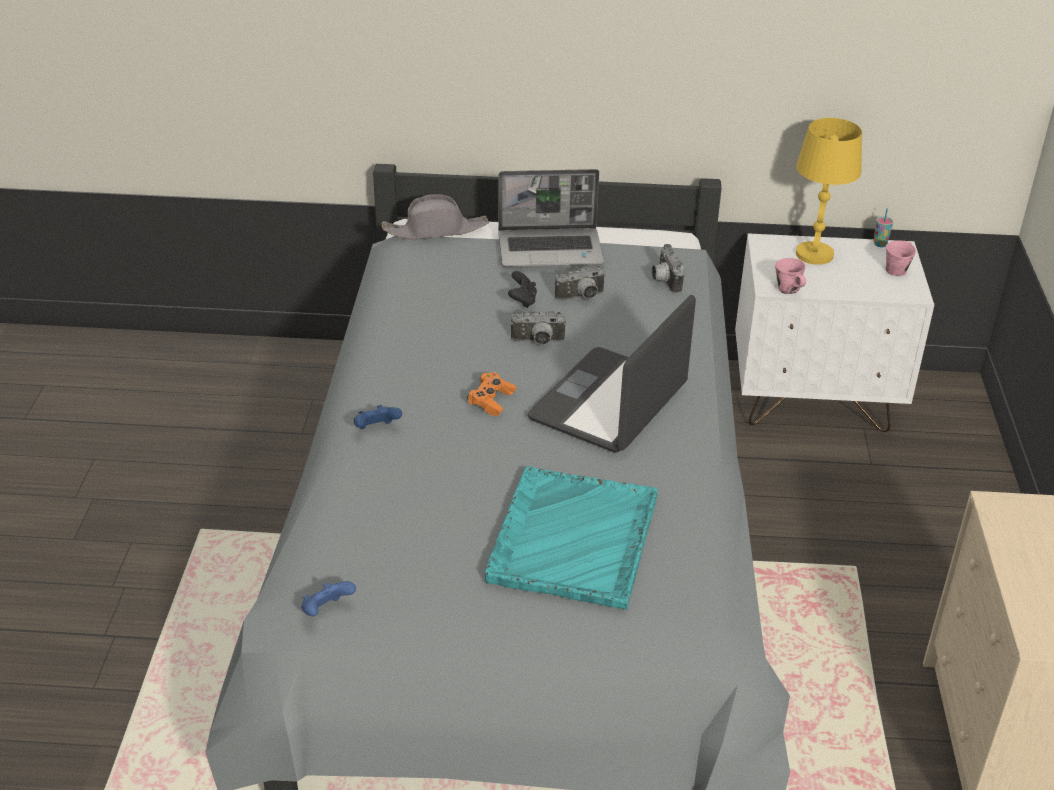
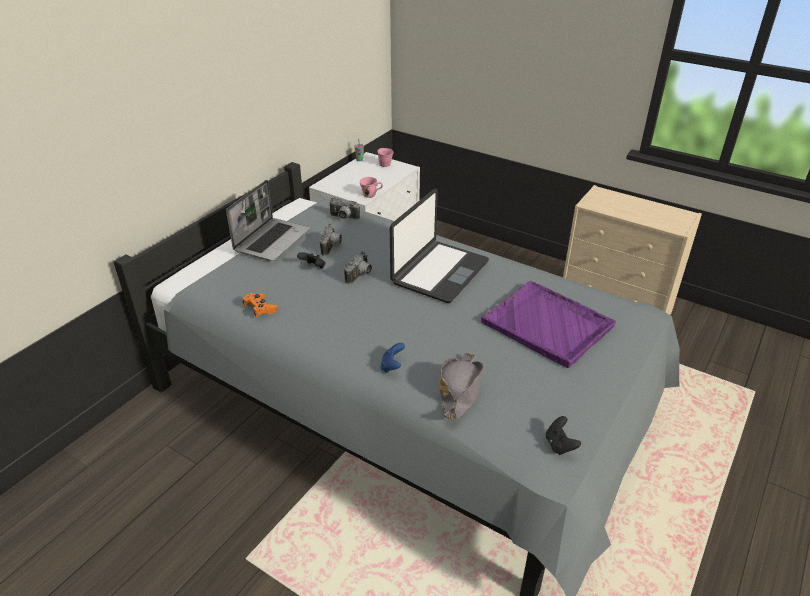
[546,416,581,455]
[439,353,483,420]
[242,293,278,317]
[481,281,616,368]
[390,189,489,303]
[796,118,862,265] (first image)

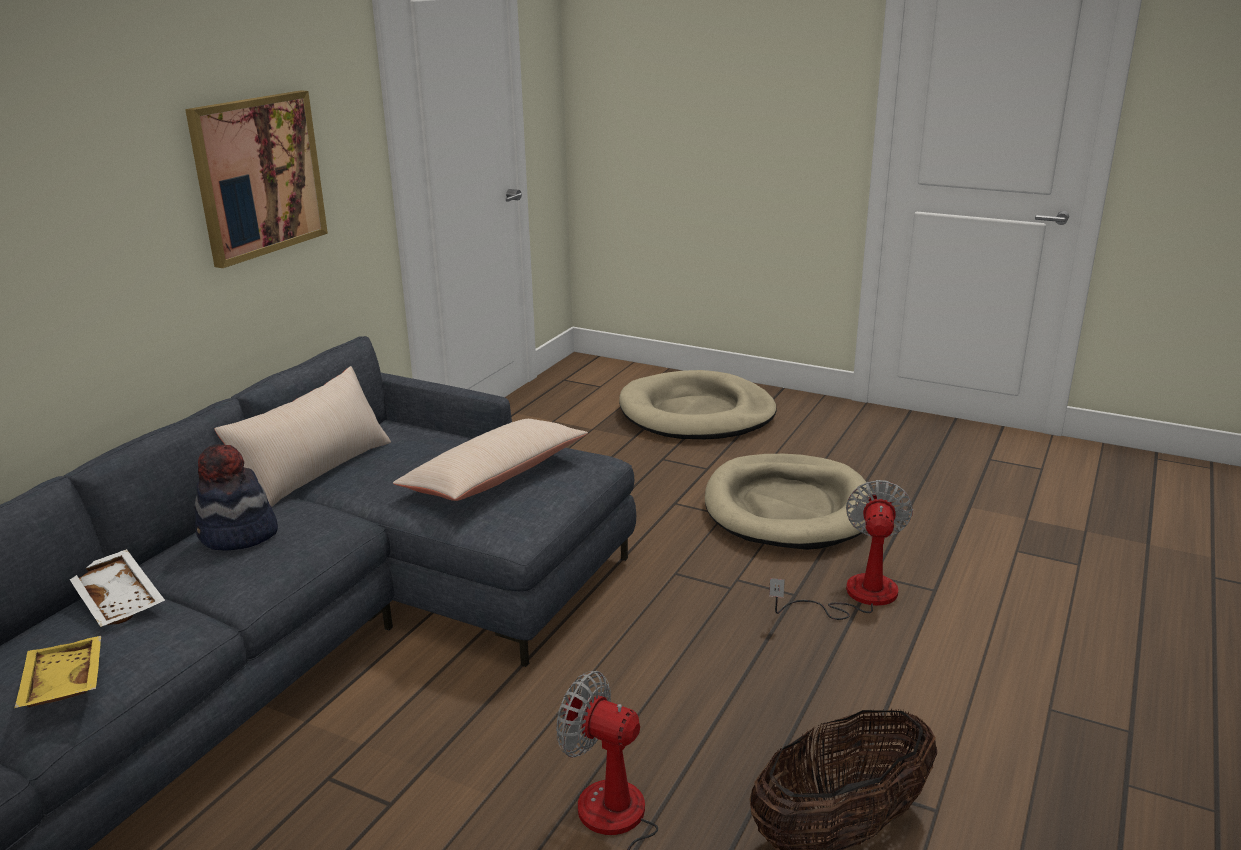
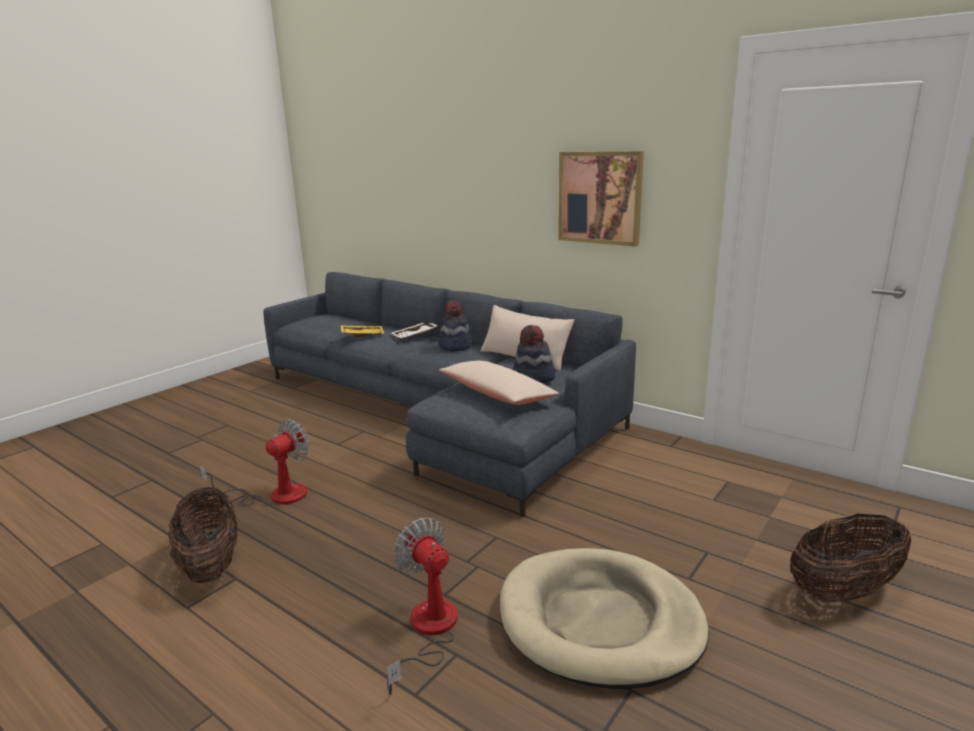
[790,514,911,602]
[387,517,458,695]
[513,325,555,383]

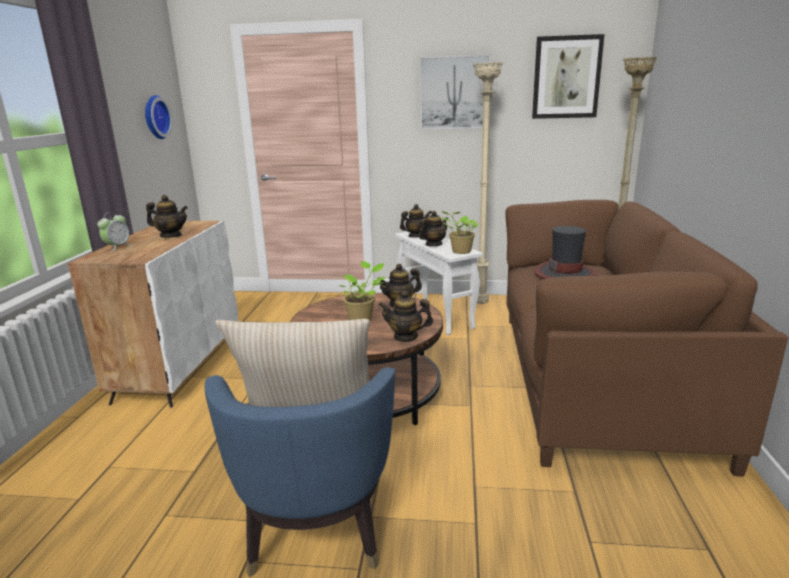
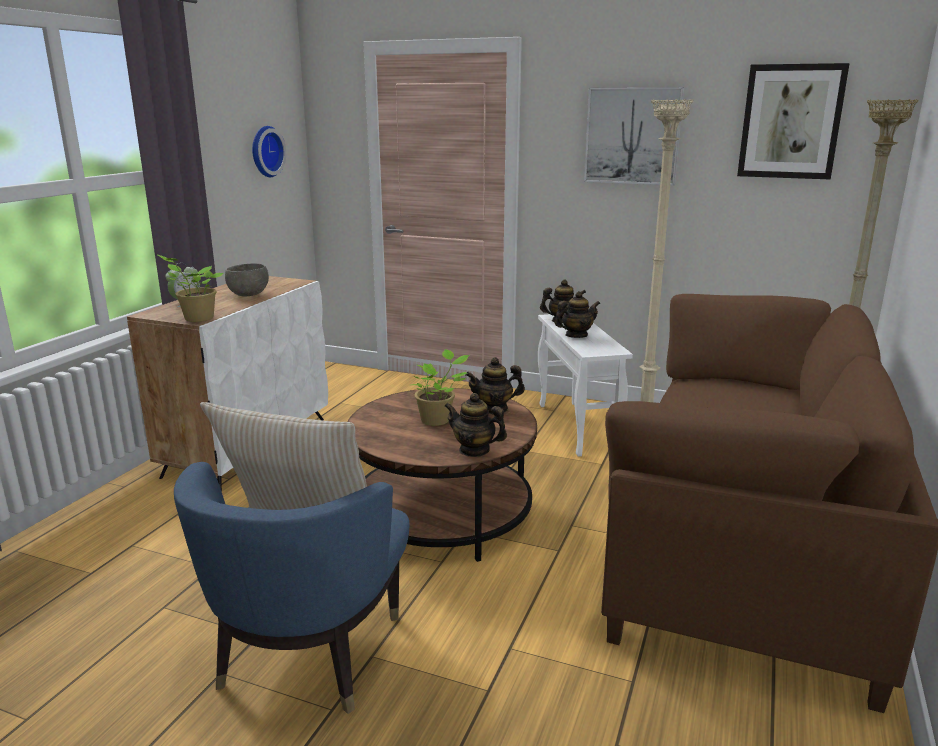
[225,263,269,297]
[158,255,223,322]
[535,226,597,279] (first image)

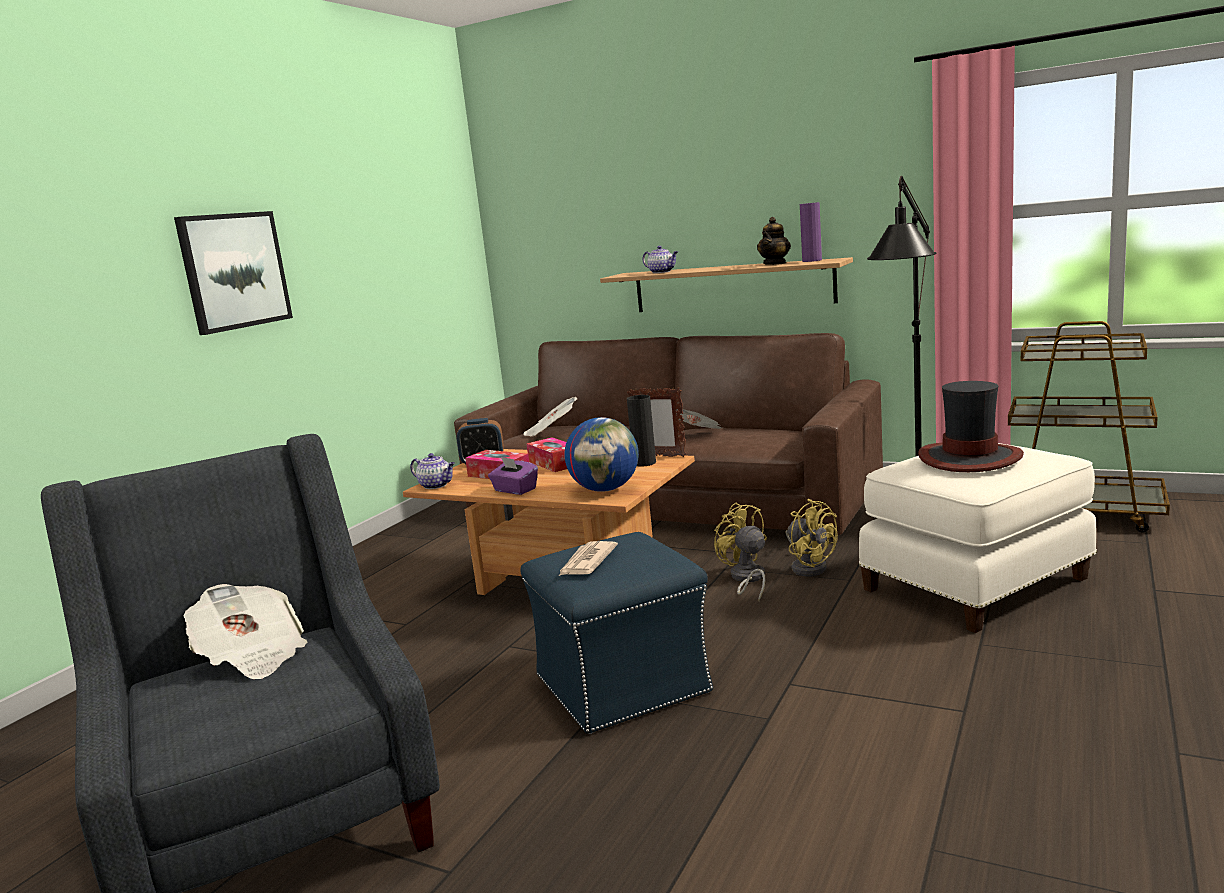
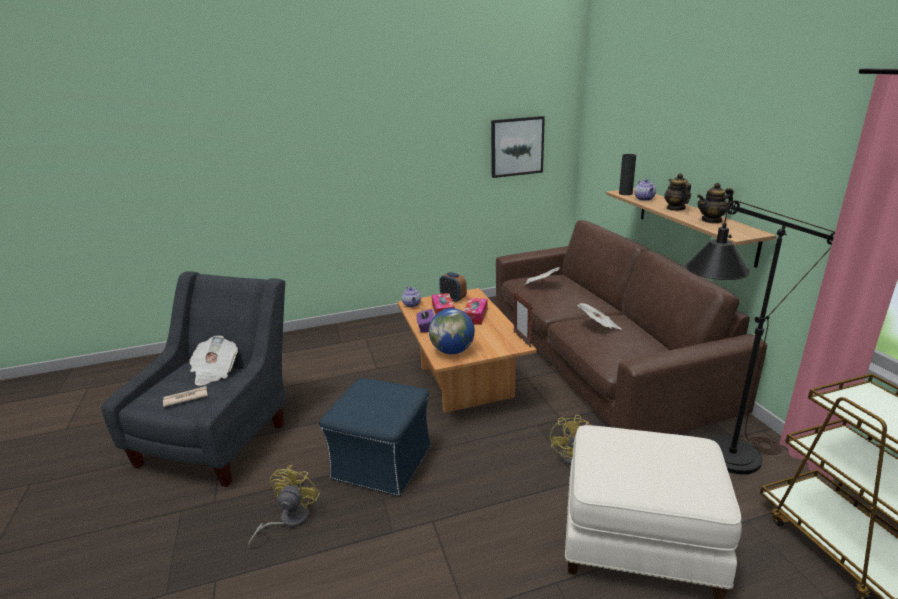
[491,116,545,178]
[163,386,207,407]
[619,154,636,195]
[248,465,320,548]
[800,202,822,262] (first image)
[918,381,1024,472] (first image)
[664,173,691,211]

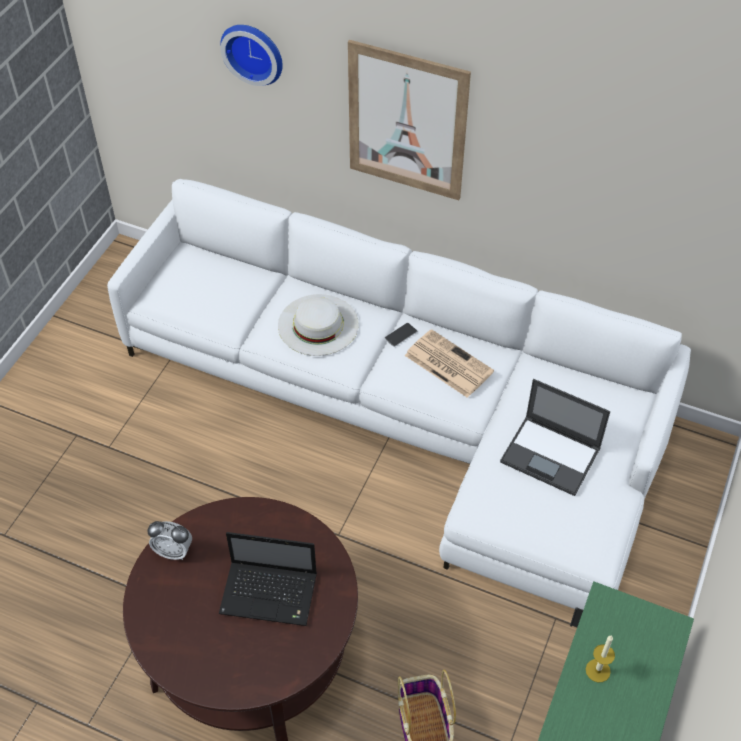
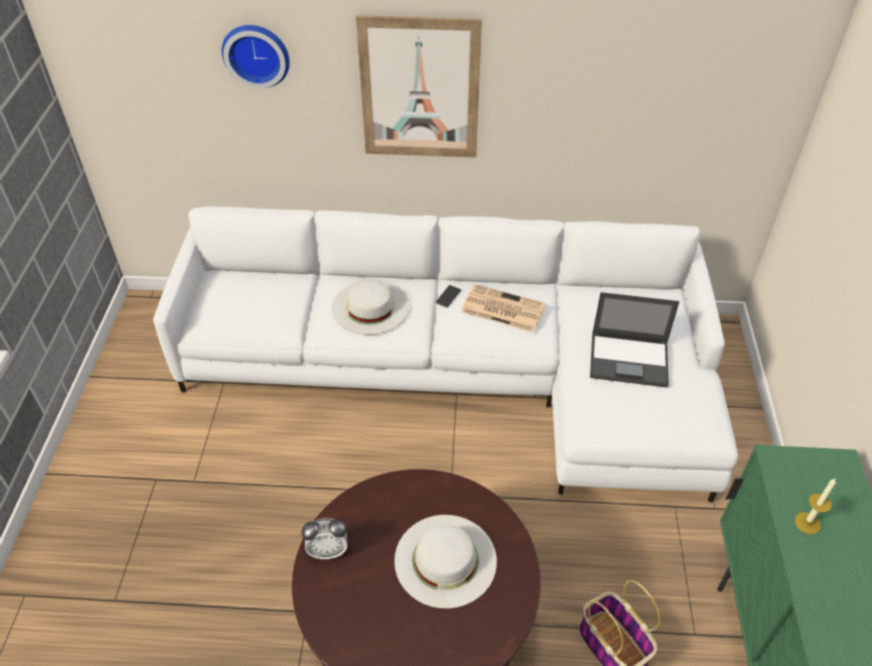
[394,515,497,609]

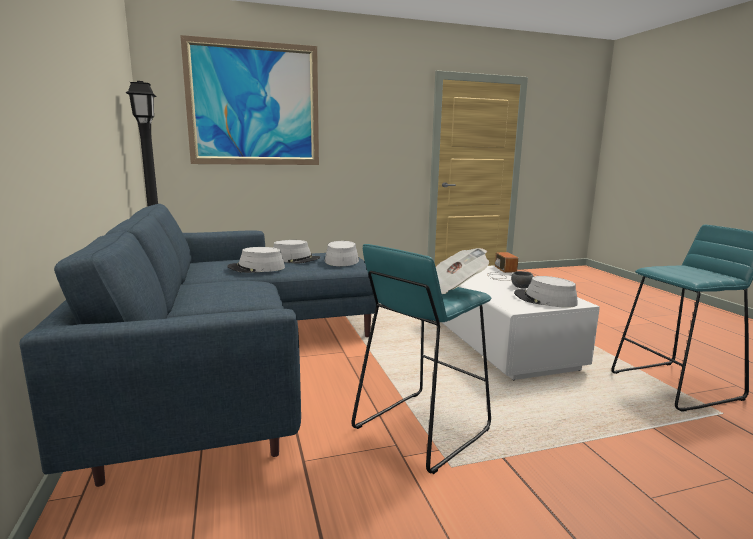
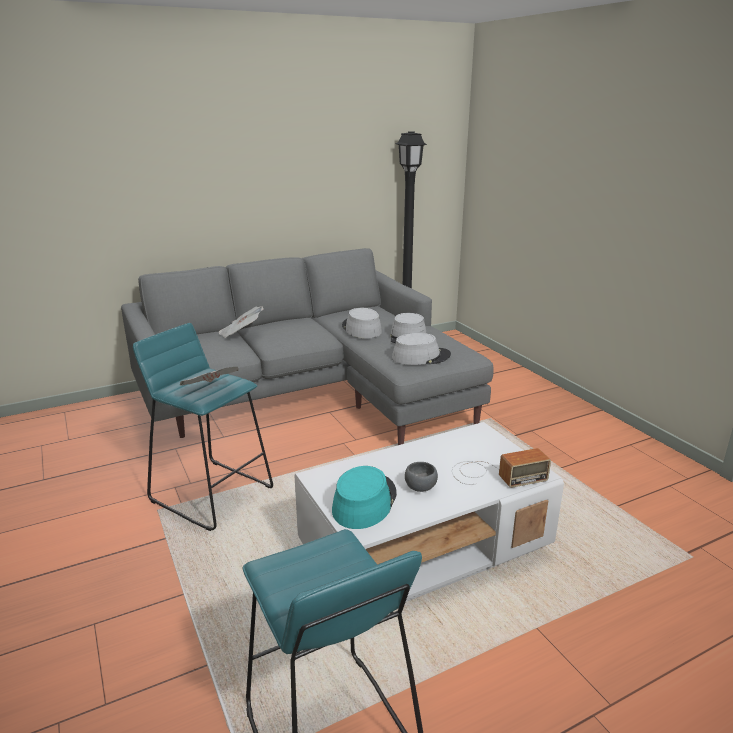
[121,248,494,445]
[180,35,319,165] (first image)
[332,466,397,529]
[218,306,264,338]

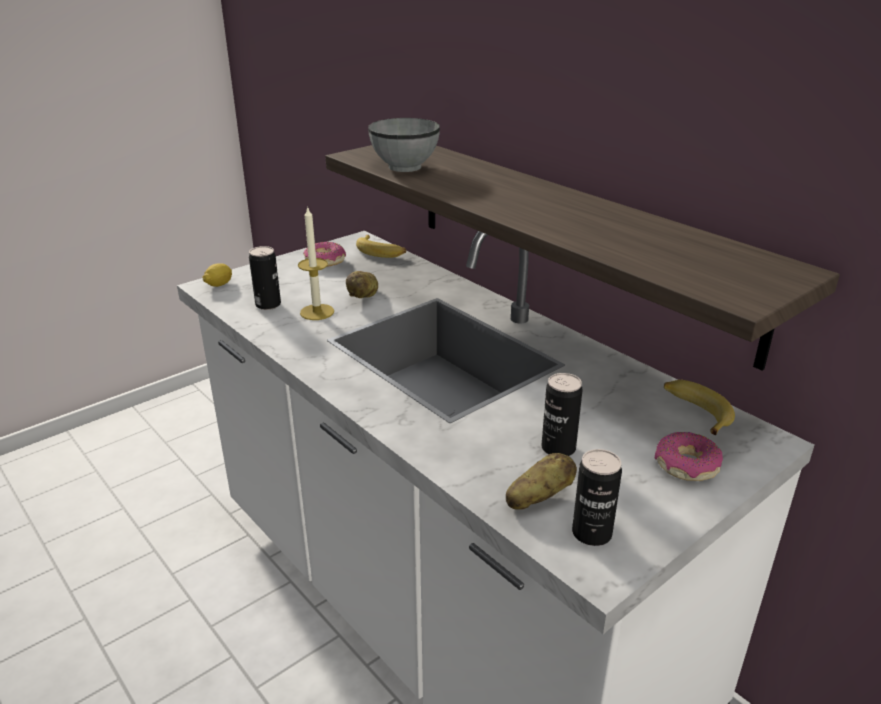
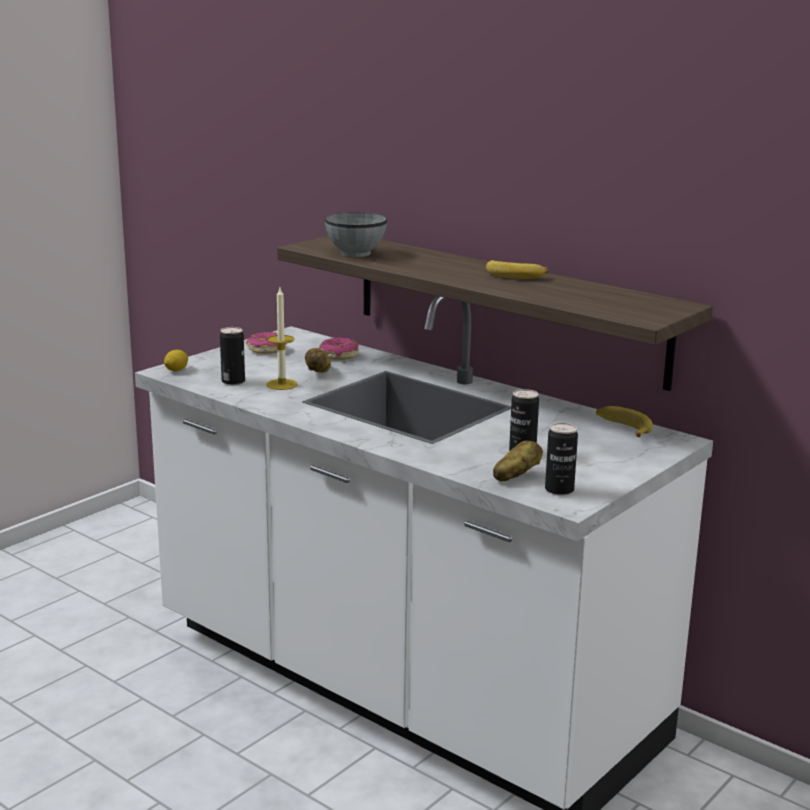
[486,260,549,279]
[319,337,359,360]

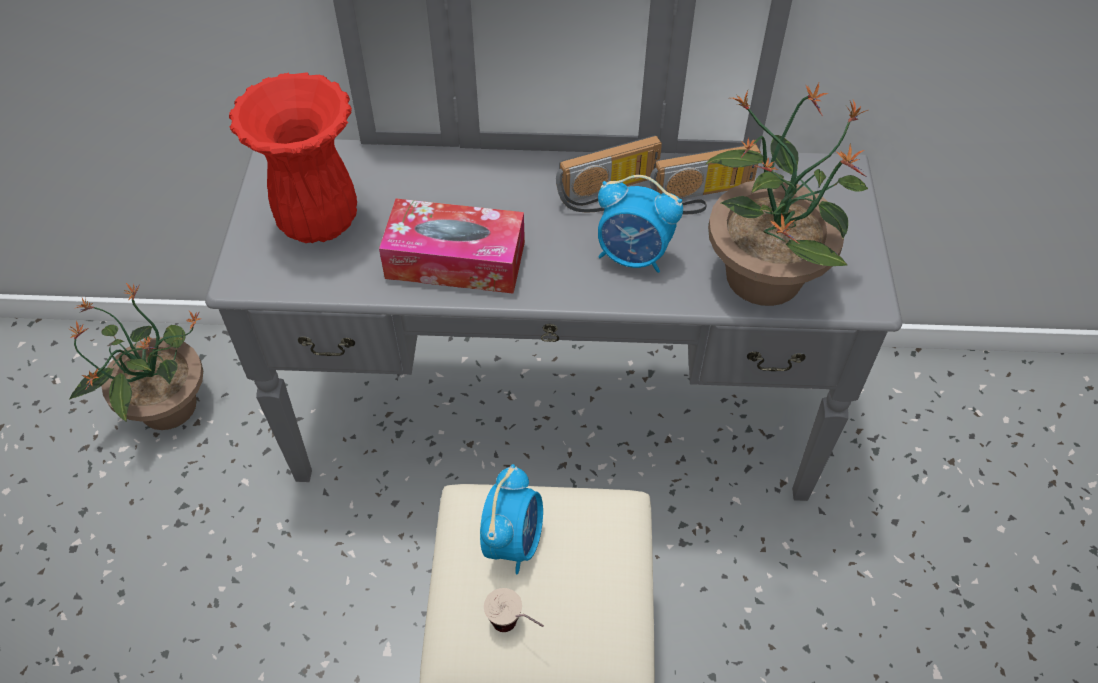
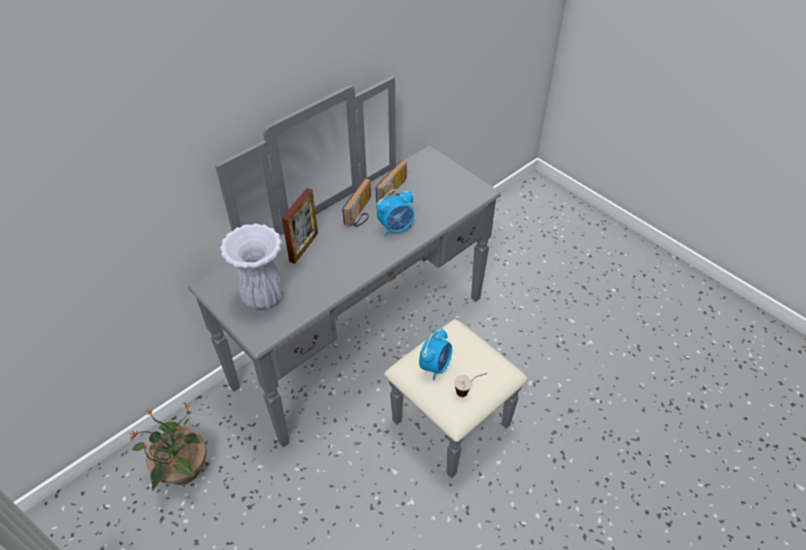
[220,223,283,309]
[379,199,525,294] (first image)
[419,327,452,380]
[705,83,868,306] (first image)
[282,188,318,264]

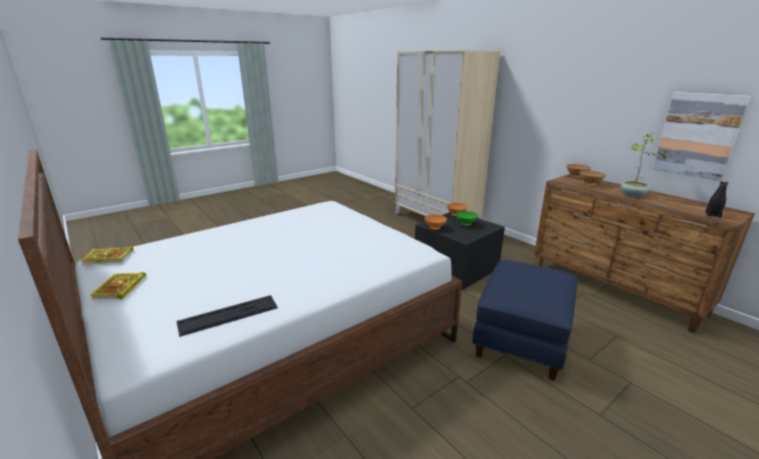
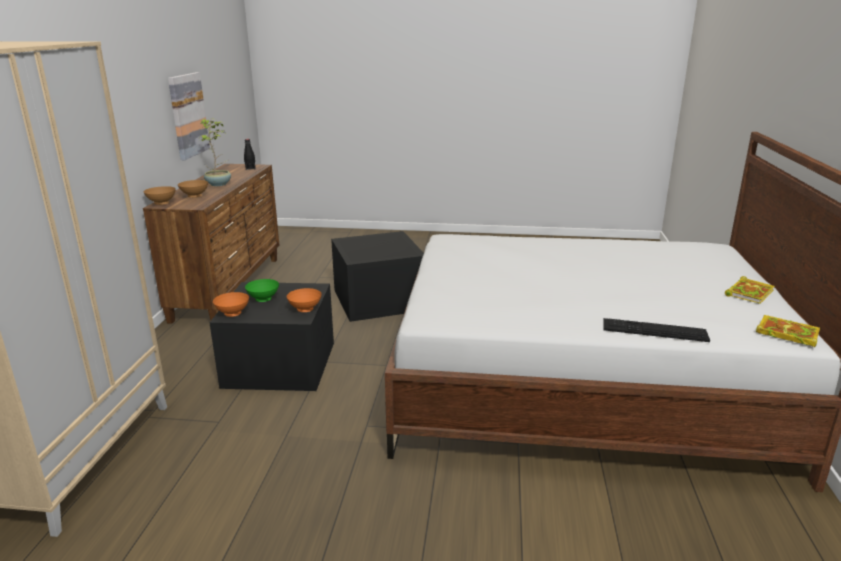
[604,318,710,342]
[331,231,424,322]

